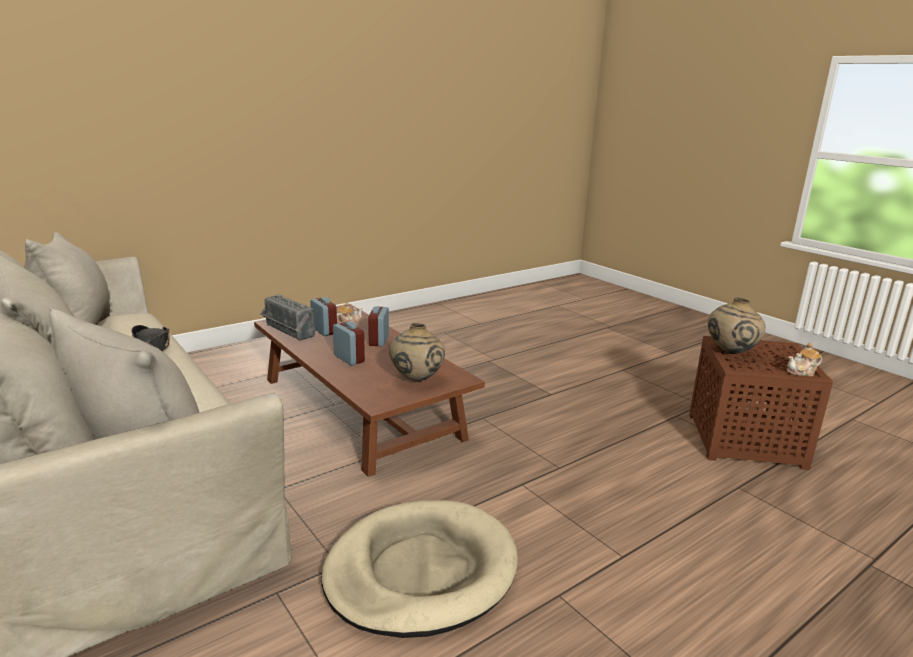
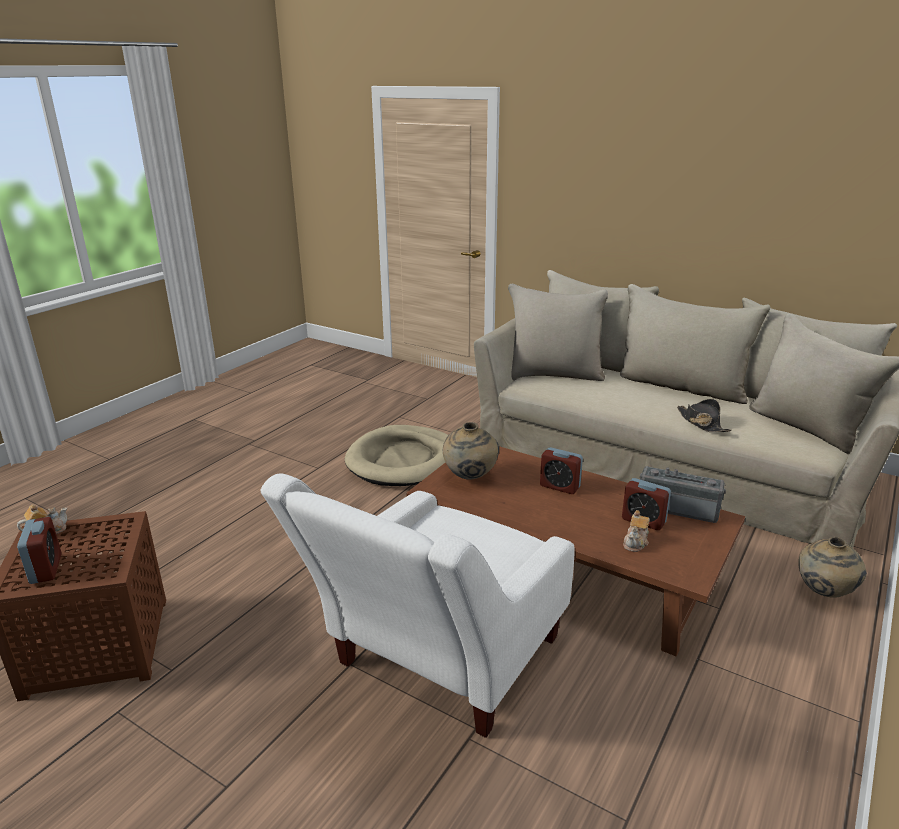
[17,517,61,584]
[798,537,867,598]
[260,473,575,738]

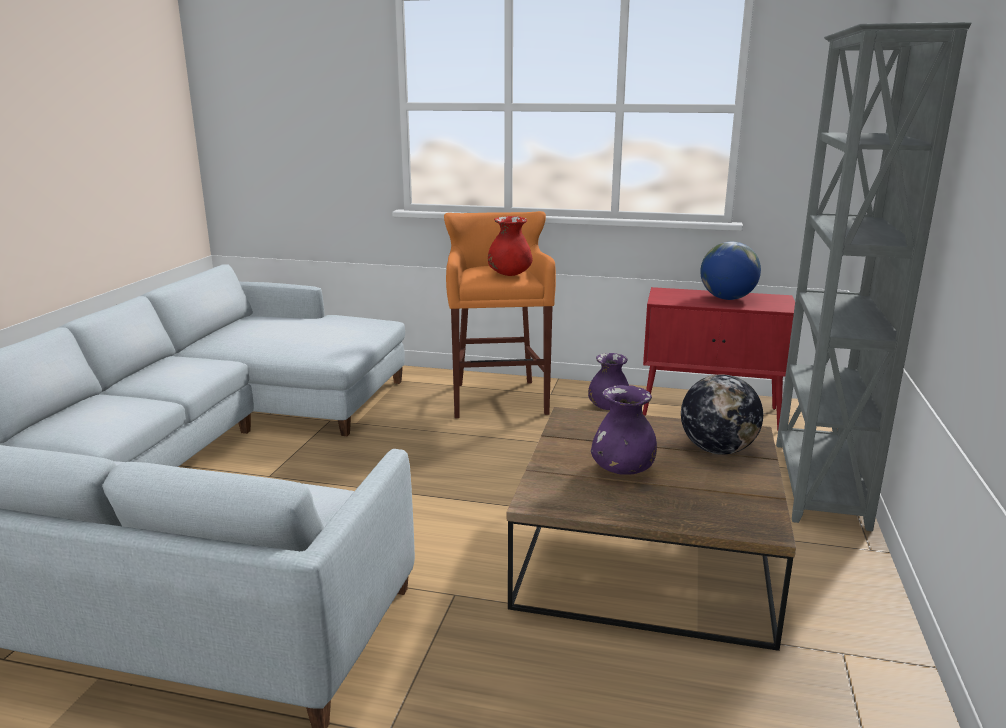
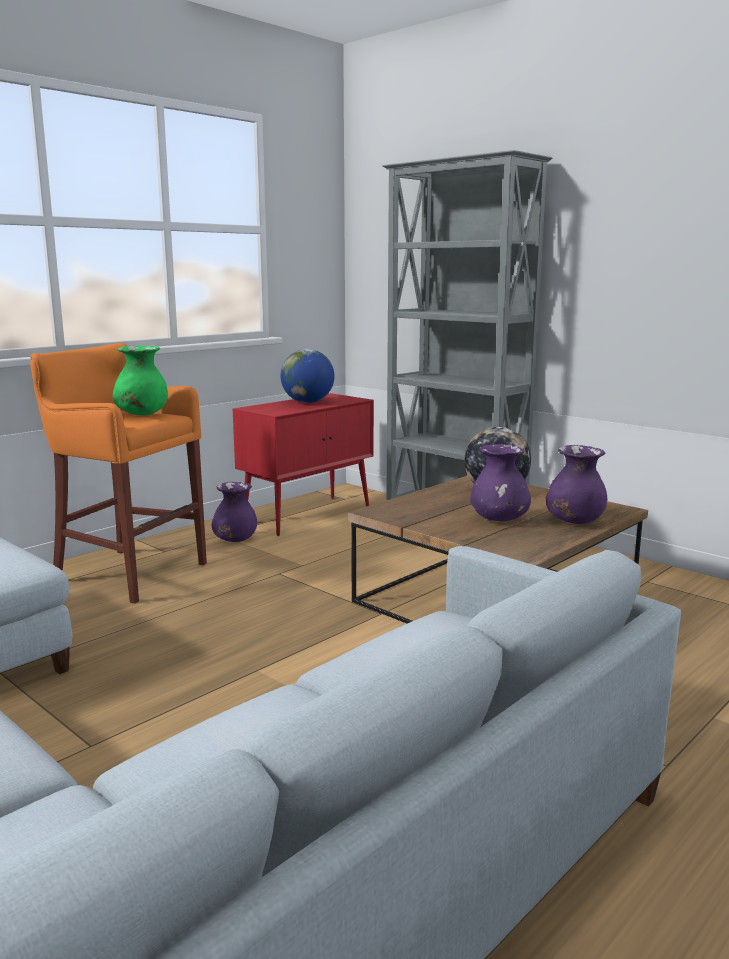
[113,346,168,415]
[546,445,607,524]

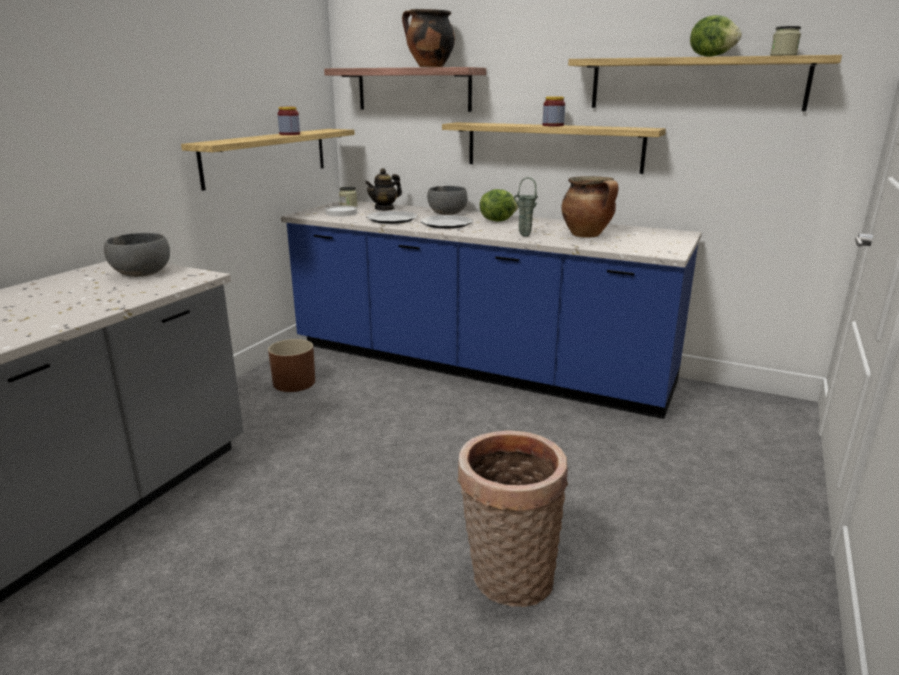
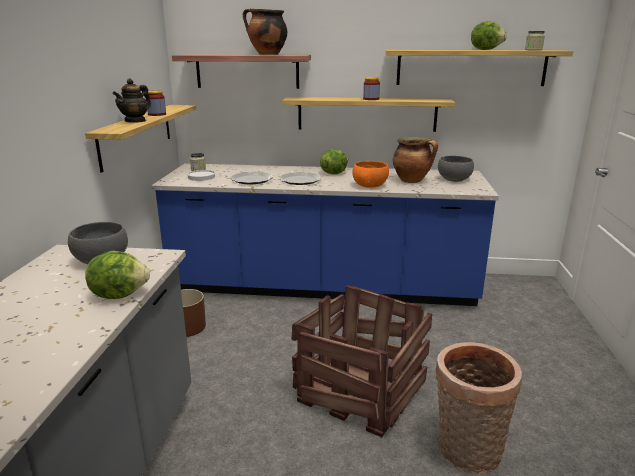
[112,78,151,123]
[438,156,474,182]
[352,161,389,188]
[85,251,150,299]
[292,285,432,437]

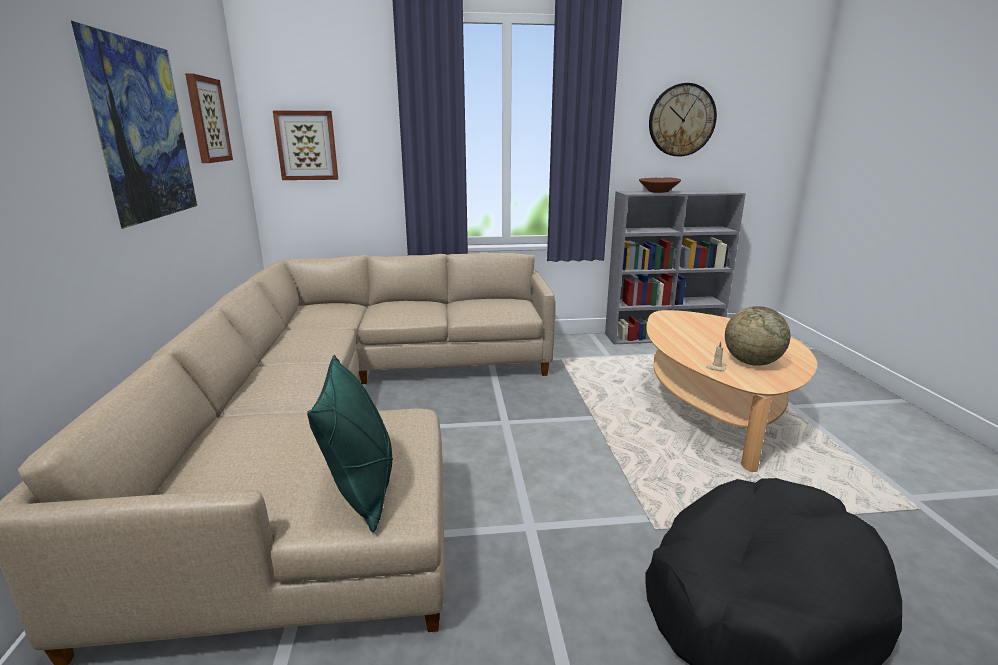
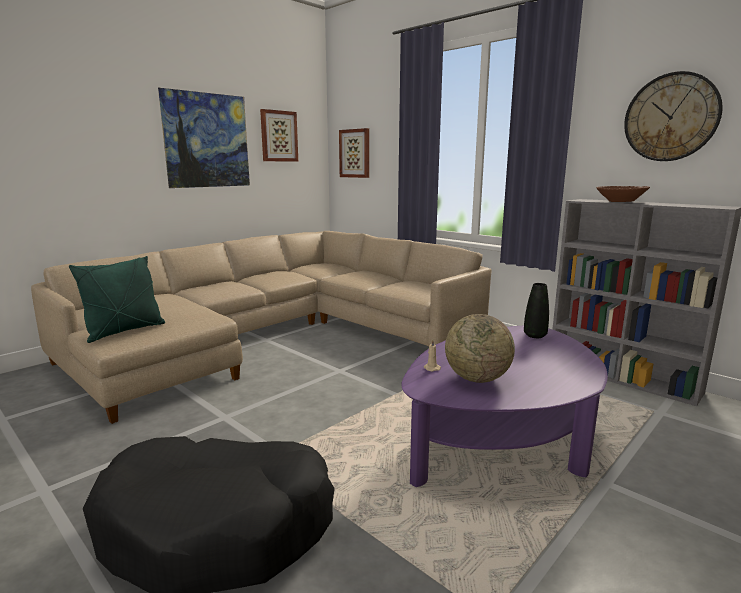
[401,326,608,487]
[524,283,549,338]

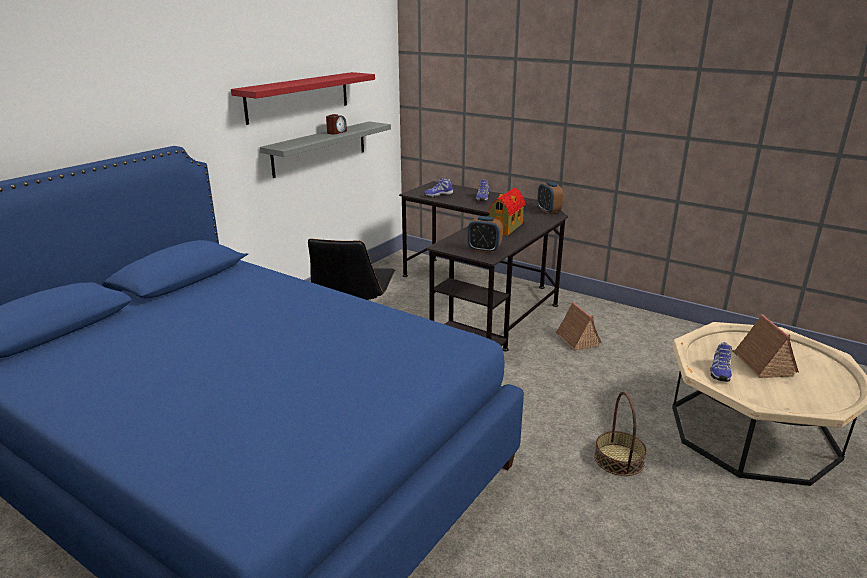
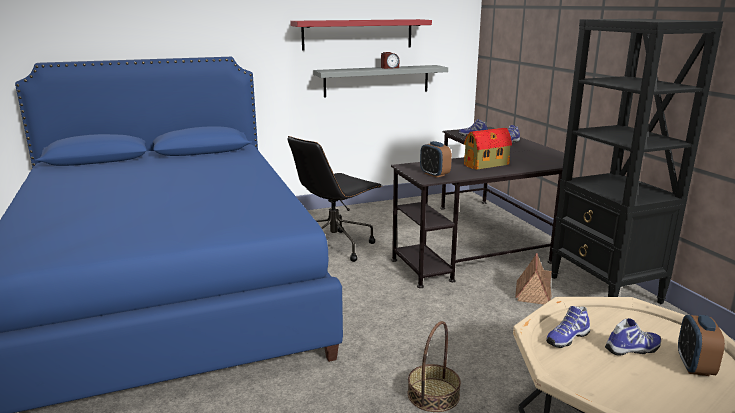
[678,315,725,376]
[605,318,661,355]
[551,19,723,304]

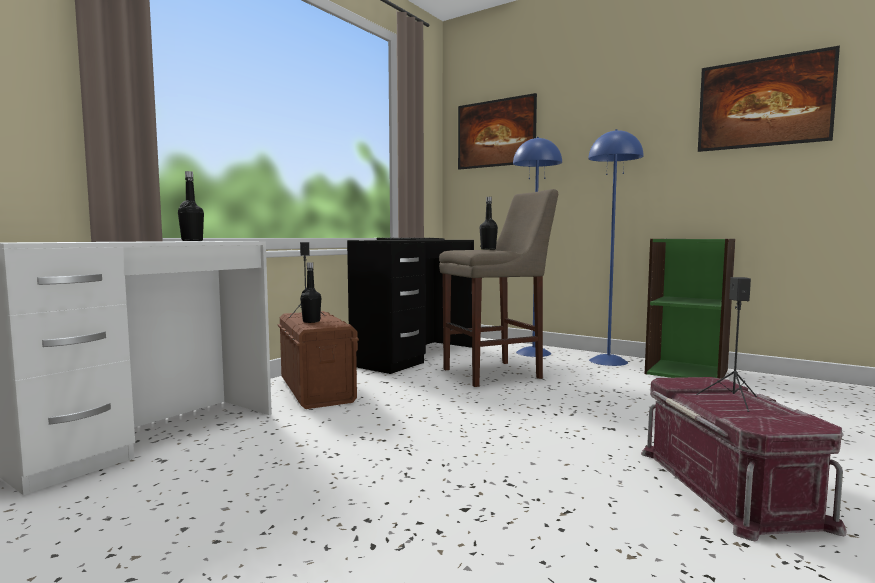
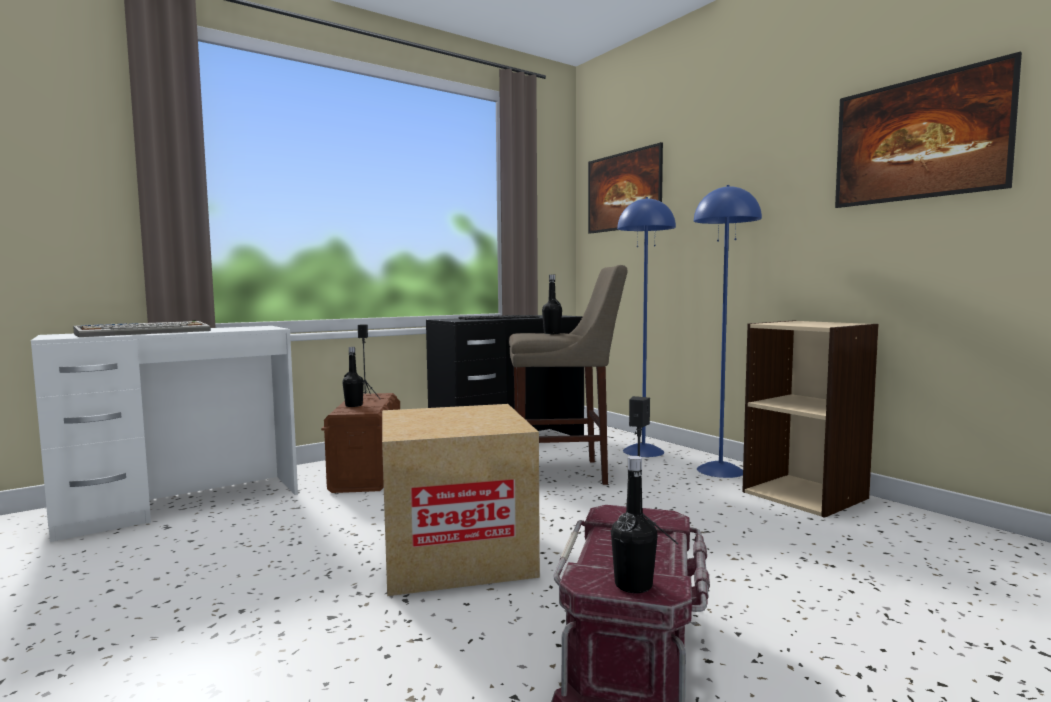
[611,456,658,593]
[742,320,878,518]
[73,320,211,337]
[382,404,540,596]

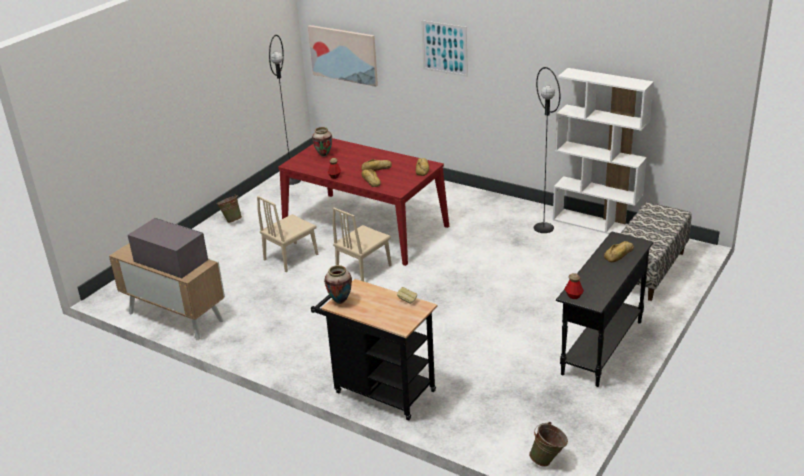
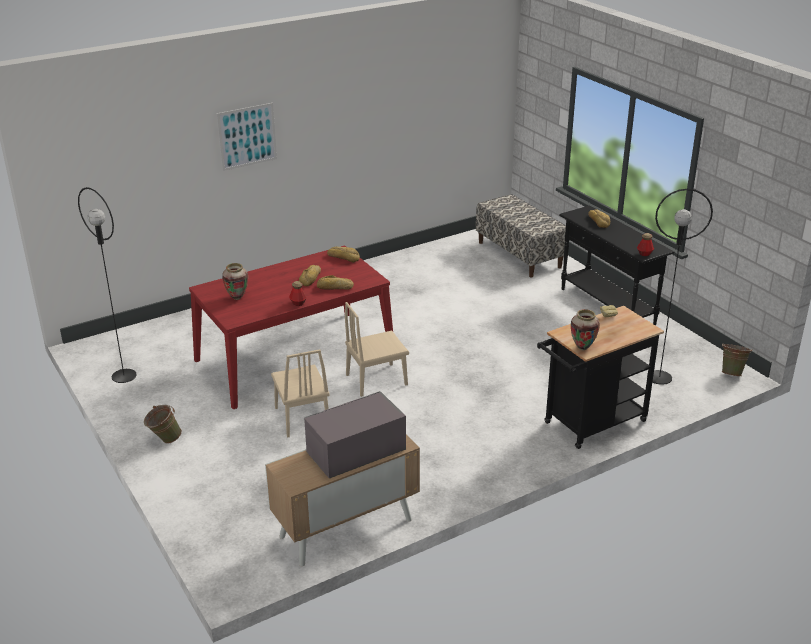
[308,25,378,87] (first image)
[345,302,409,397]
[647,189,713,385]
[553,68,654,234] (first image)

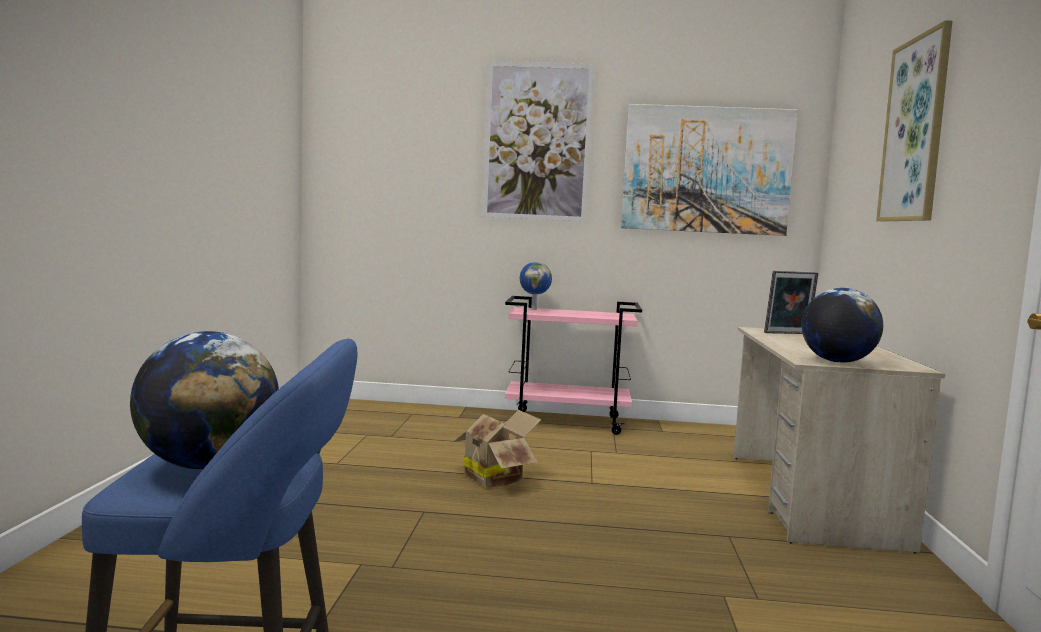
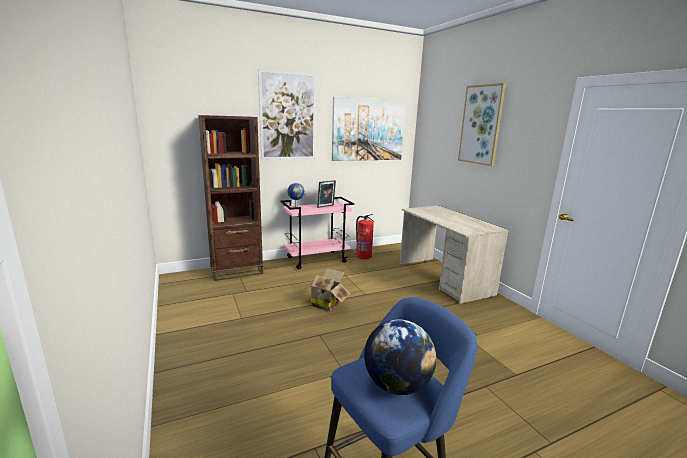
[317,180,336,208]
[801,288,883,363] (first image)
[198,115,263,281]
[355,214,374,259]

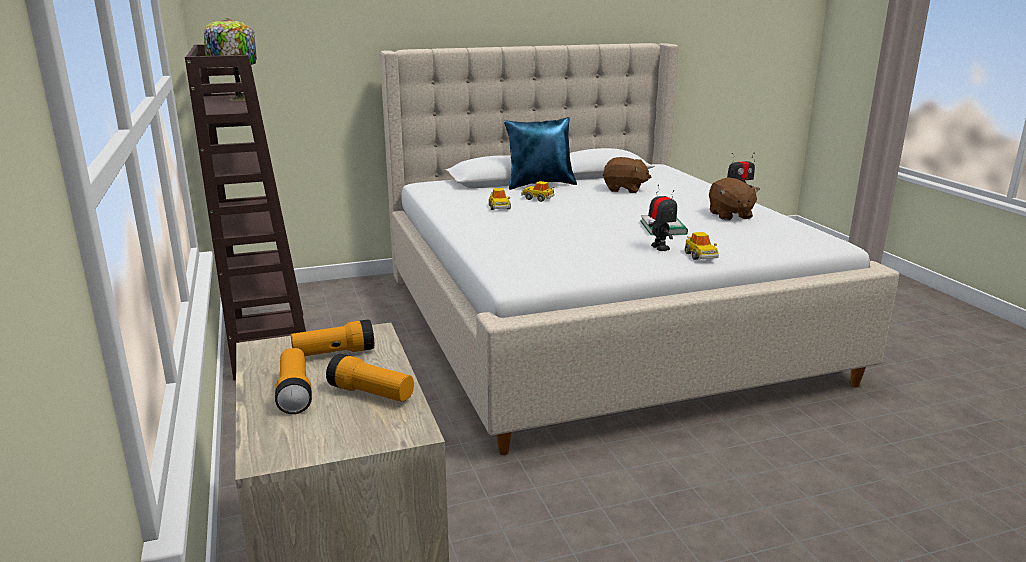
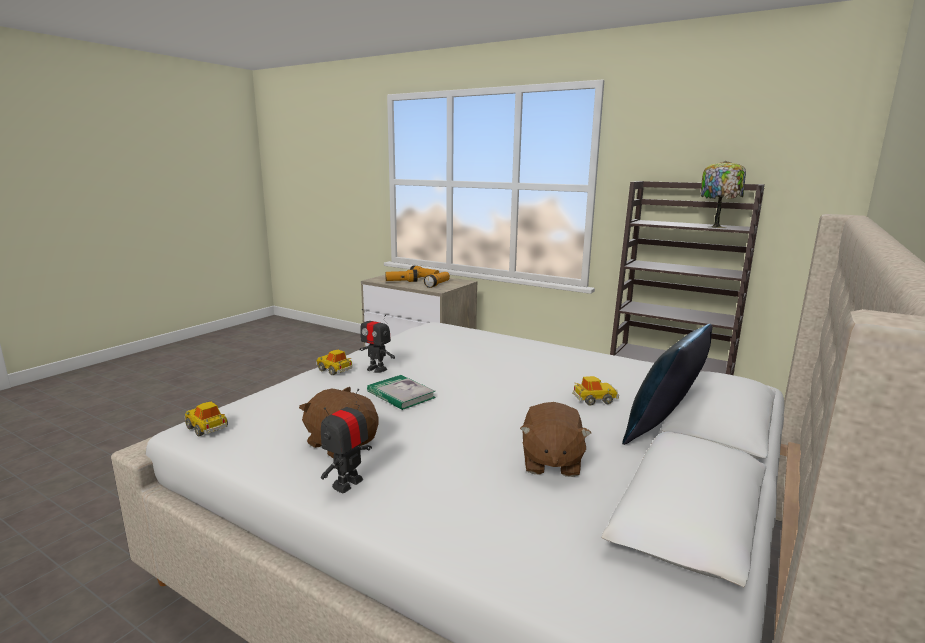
[184,402,228,436]
[520,402,591,477]

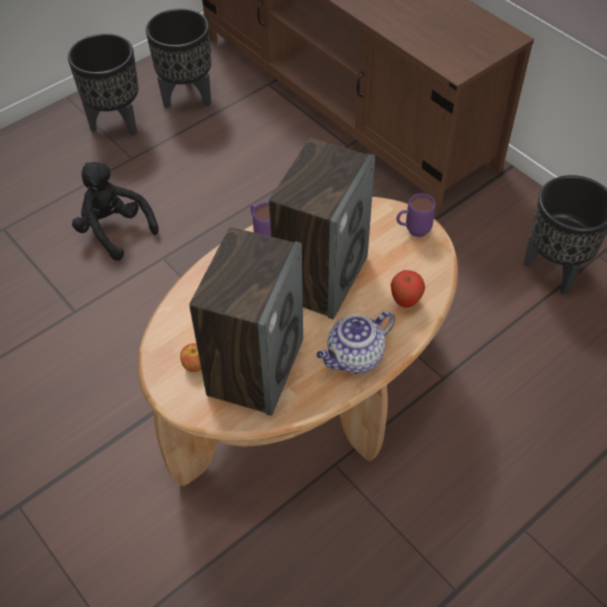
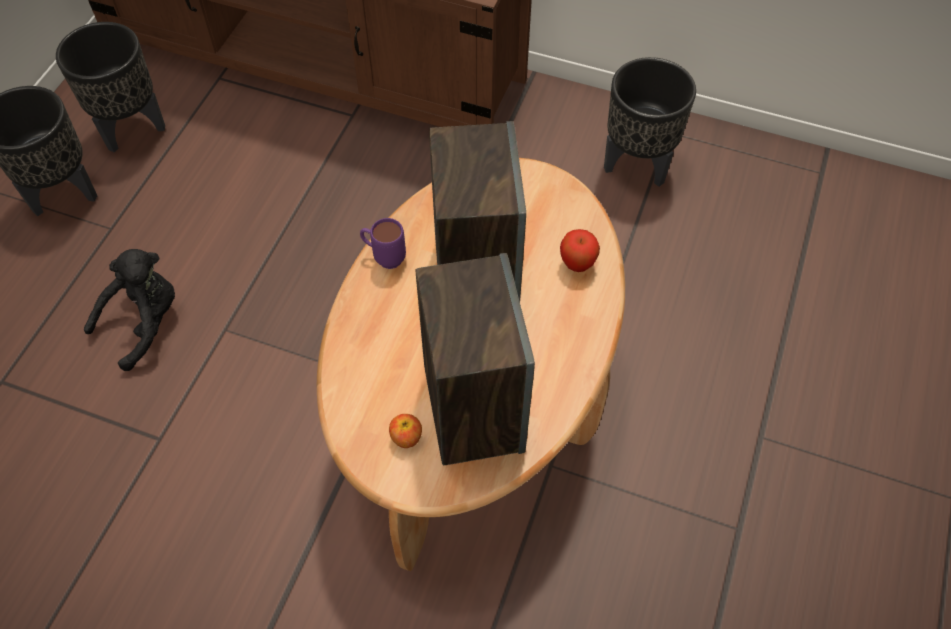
[84,249,175,371]
[316,311,395,374] (first image)
[396,193,436,237] (first image)

